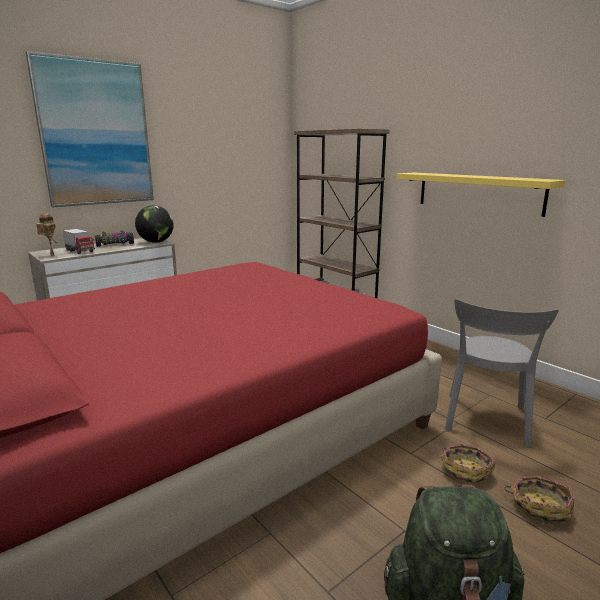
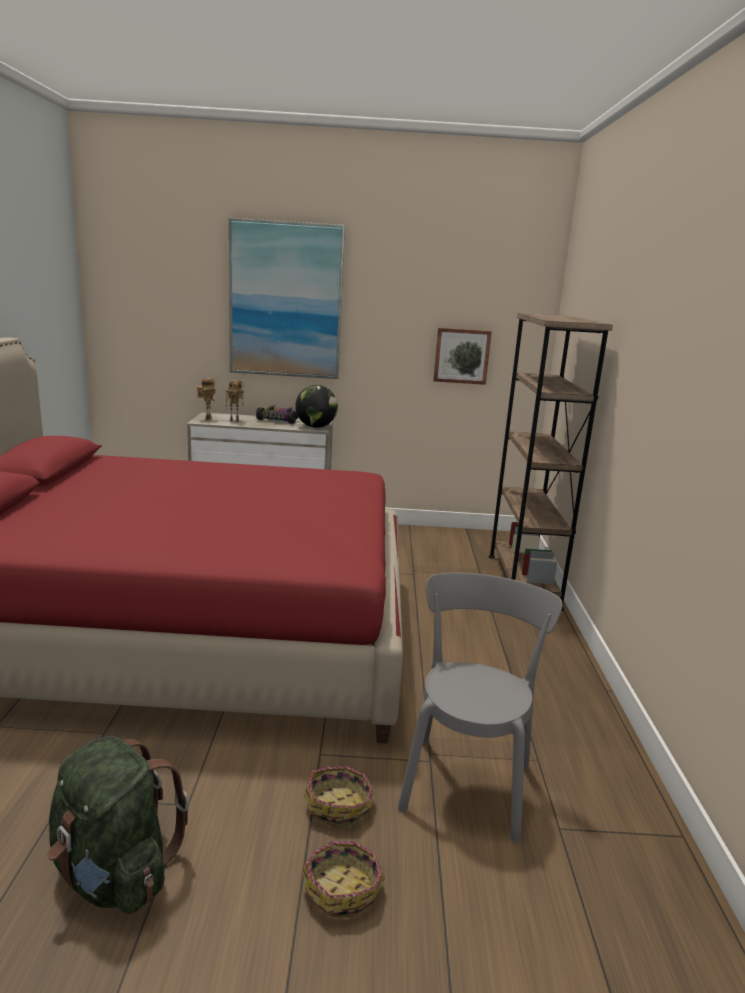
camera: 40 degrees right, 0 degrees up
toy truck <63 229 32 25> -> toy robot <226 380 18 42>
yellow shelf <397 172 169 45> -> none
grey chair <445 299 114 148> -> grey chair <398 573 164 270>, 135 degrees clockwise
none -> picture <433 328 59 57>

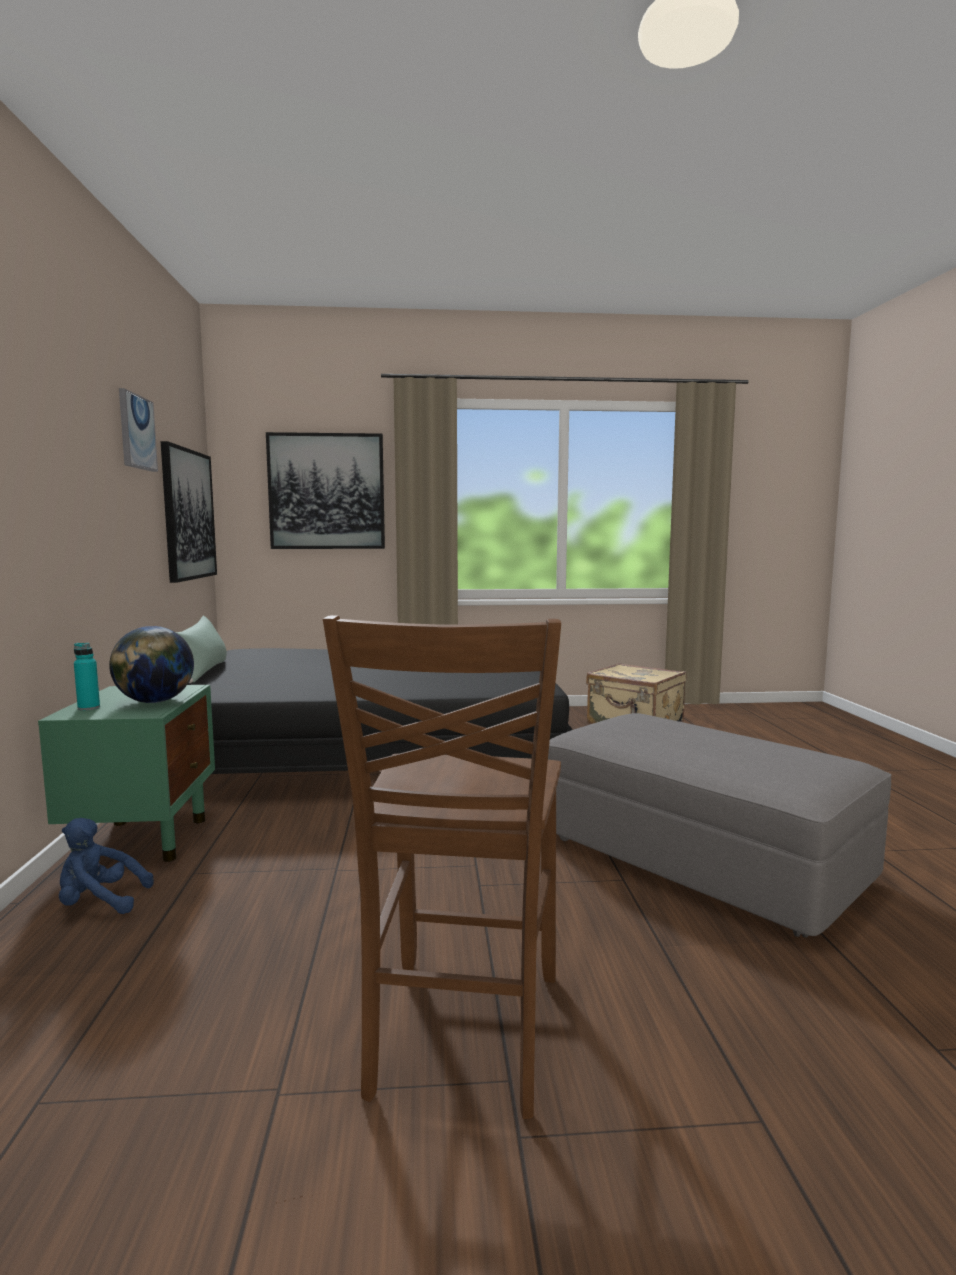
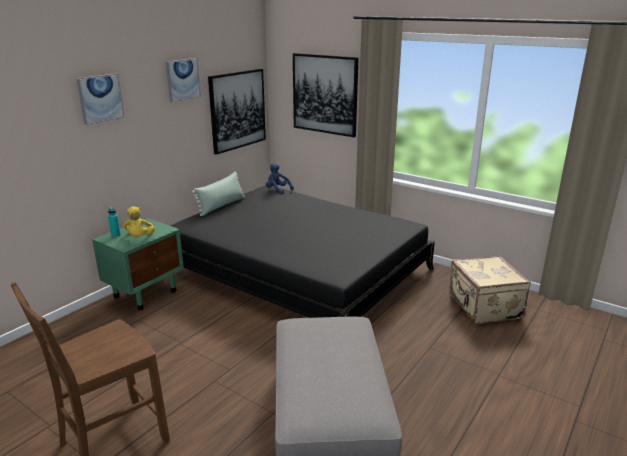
camera: 40 degrees right, 15 degrees up
blue plush toy <59 818 95 96> -> blue plush toy <266 163 28 31>, shifted
globe <109 626 85 77> -> yellow plush toy <123 207 32 30>
none -> picture <76 73 48 52>

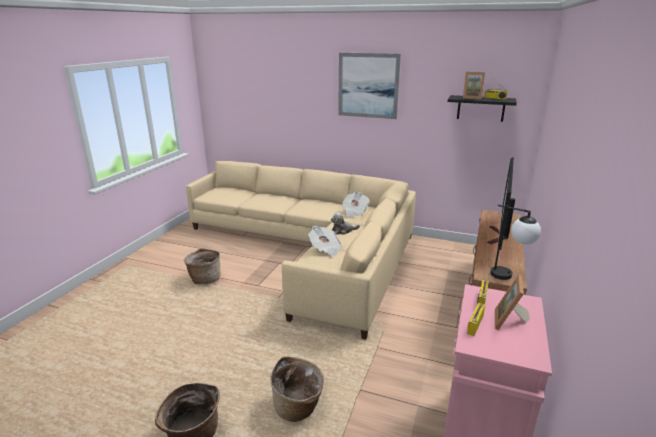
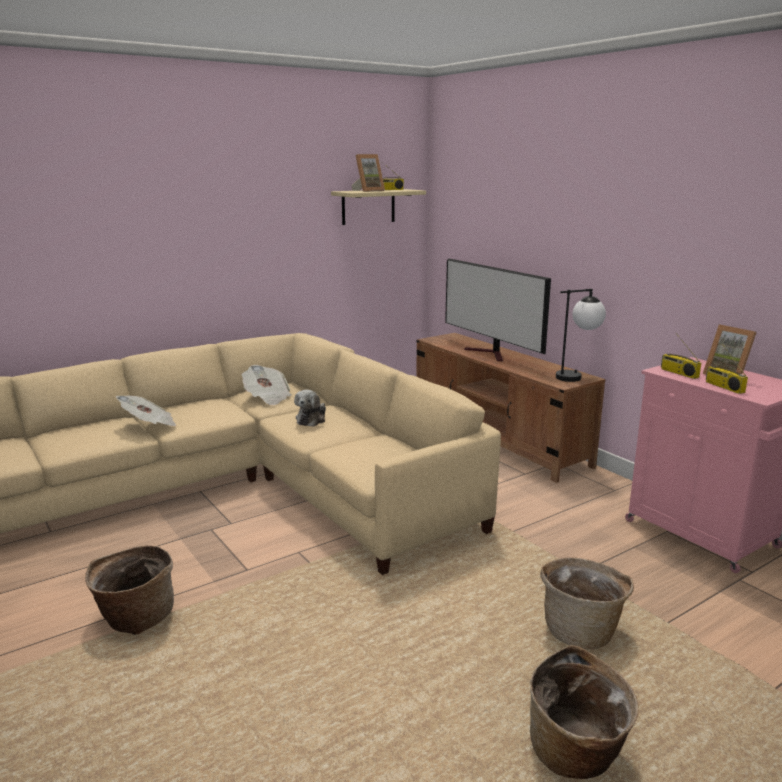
camera: 55 degrees left, 5 degrees down
newspaper <308 226 35 31> -> newspaper <116 395 60 31>, shifted
picture <338 53 63 66> -> none
black shelf <447 95 70 27> -> beige shelf <331 189 95 36>

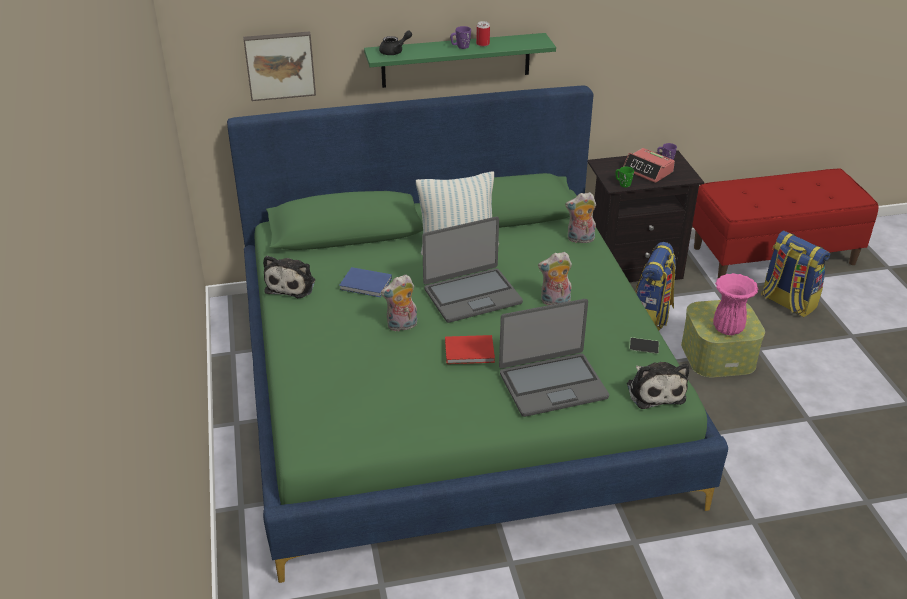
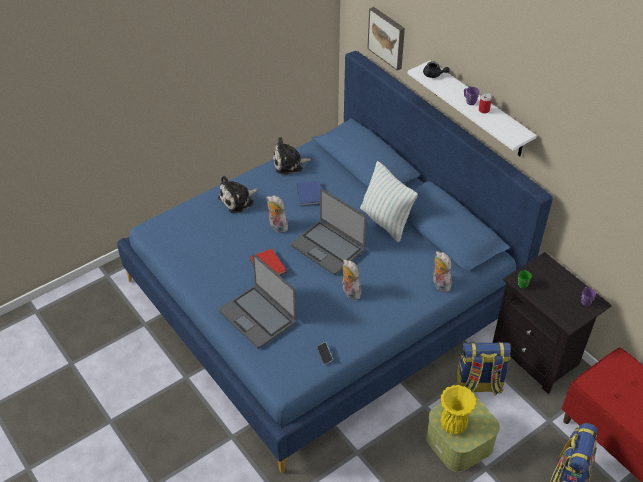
camera: 65 degrees right, 10 degrees up
green bed <227 85 501 498> -> blue bed <117 51 436 422>
green shelf <364 33 192 55> -> white shelf <408 61 129 95>
alarm clock <623 148 52 35> -> none
plush toy <627 362 62 47> -> plush toy <218 176 40 37>, shifted
pink vase <713 273 46 62> -> yellow vase <440 385 37 50>

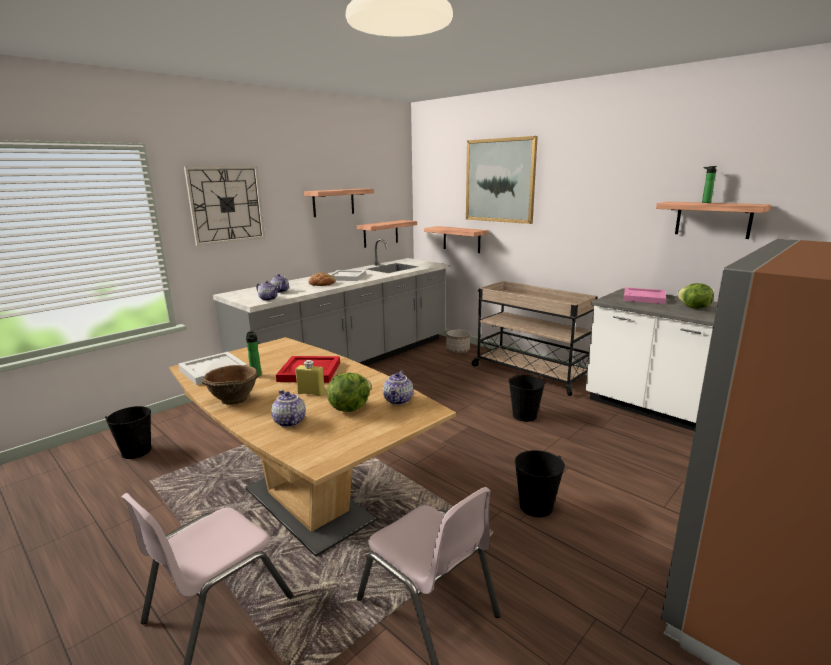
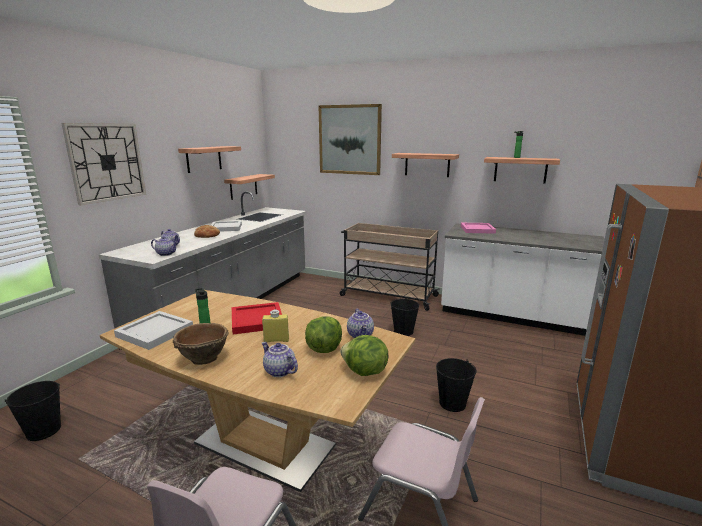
camera: 20 degrees left, 0 degrees up
shelf <424 226 64 27> -> shelf <392 153 67 24>, shifted
planter <446 329 24 25> -> none
lettuce <677 283 37 26> -> lettuce <340 335 48 41>, shifted

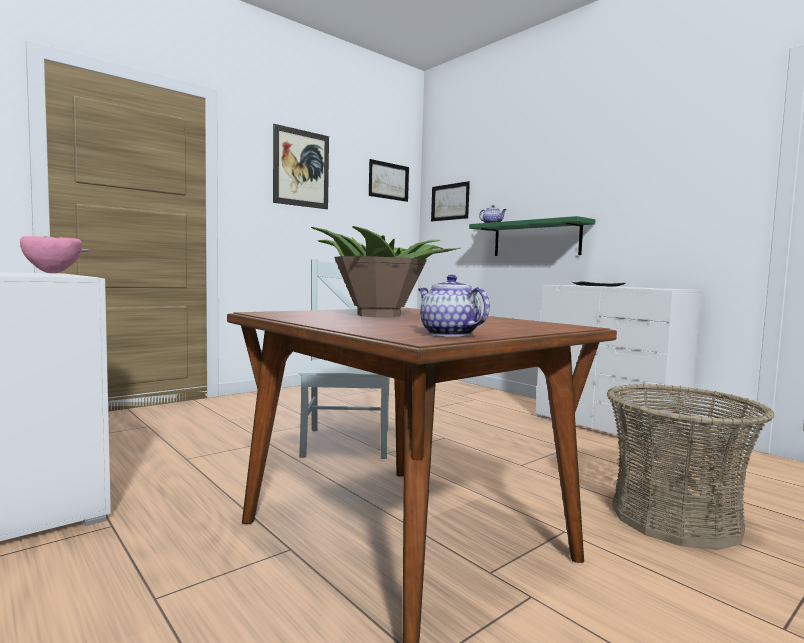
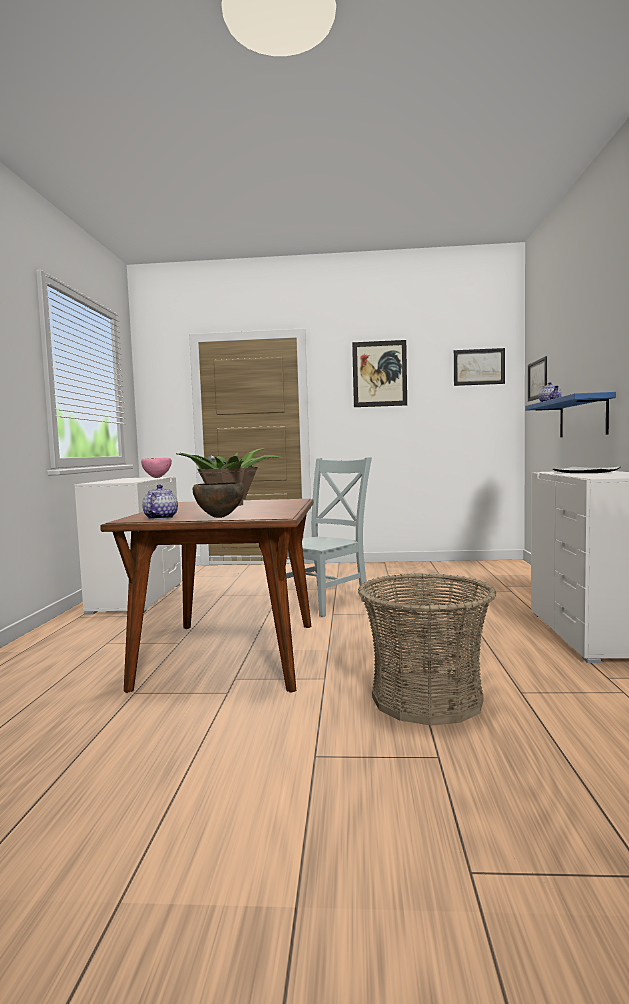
camera: 45 degrees right, 0 degrees up
green shelf <469 216 126 40> -> blue shelf <525 392 91 45>
none -> brown bowl <193 482 51 36>

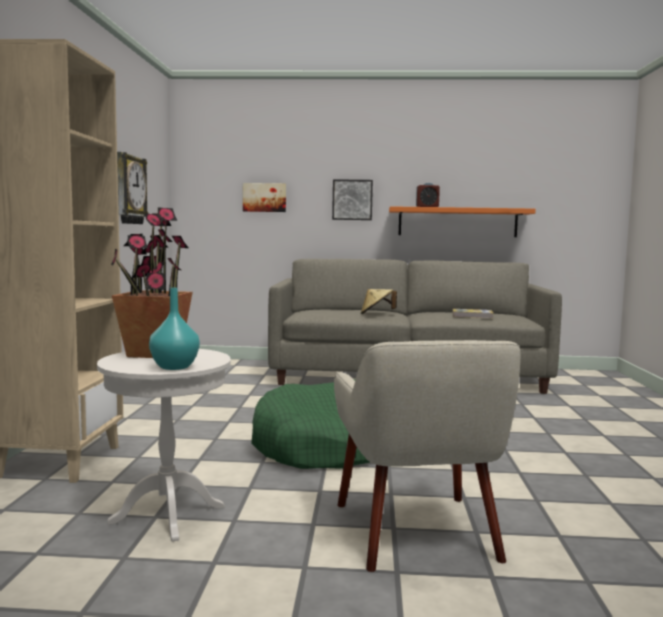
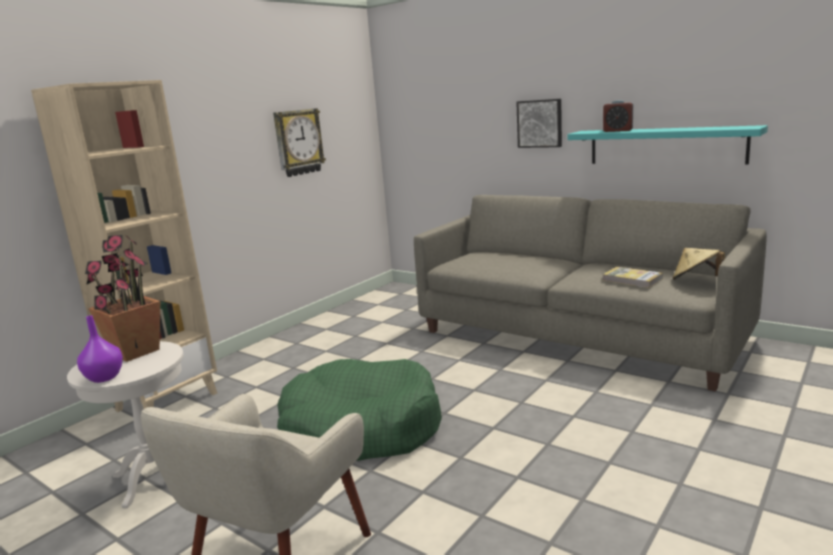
camera: 35 degrees right, 10 degrees up
turquoise vase <149 288 51 82> -> purple vase <77 315 46 68>
picture <243 183 43 29> -> none
beige hat <361 289 36 25> -> beige hat <672 248 53 32>, shifted
orange shelf <389 206 147 31> -> turquoise shelf <567 125 201 39>

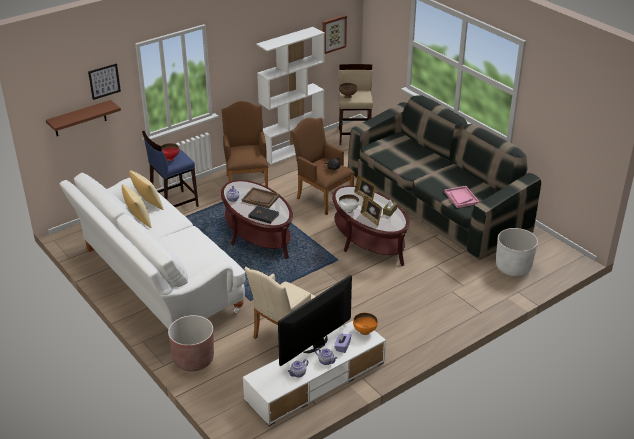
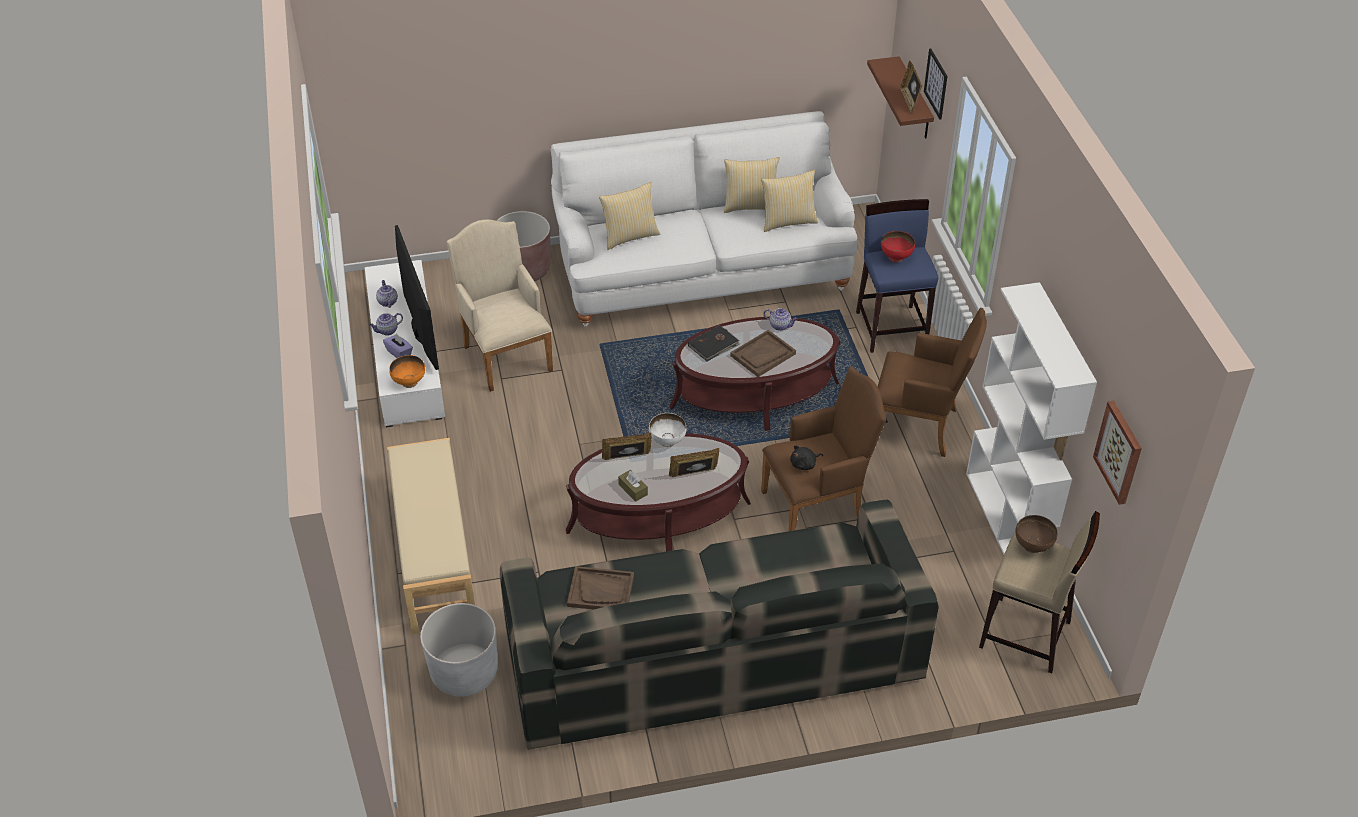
camera: 115 degrees right, 10 degrees up
pink tray <444 186 35 22> -> brown tray <567 566 67 43>
none -> beige bench <387 438 88 196>
none -> pillow <599 182 61 68>
none -> picture frame <900 61 22 52>

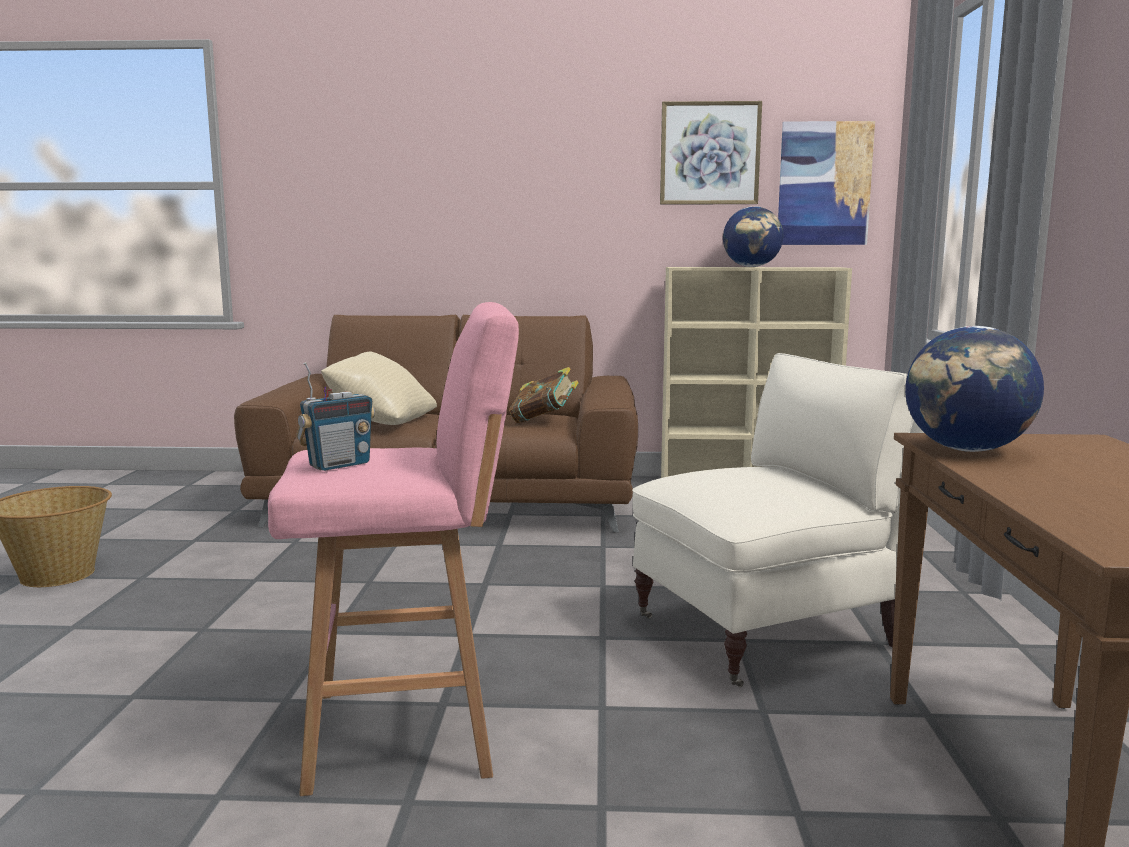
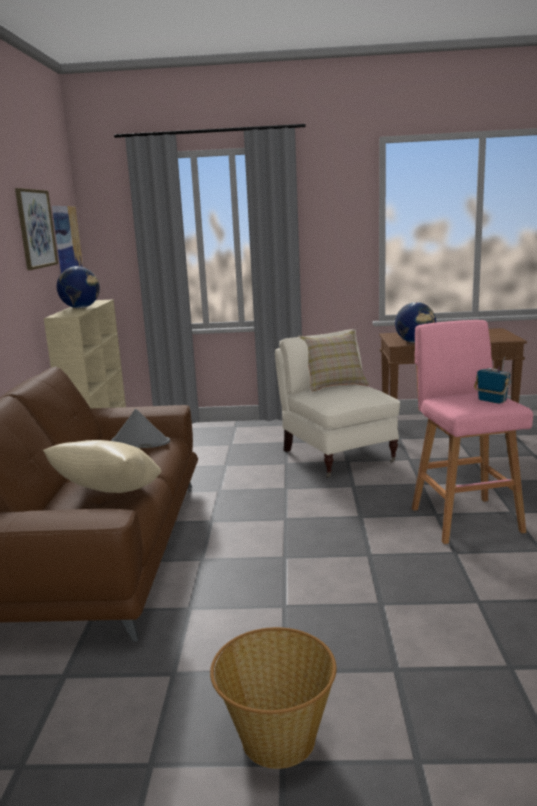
camera: 90 degrees left, 5 degrees up
book <509 367 70 56> -> grey hat <111 409 59 39>
none -> beige pillow <297 330 73 62>

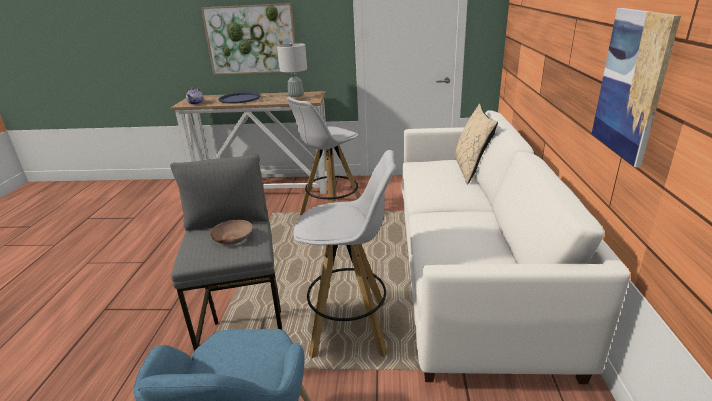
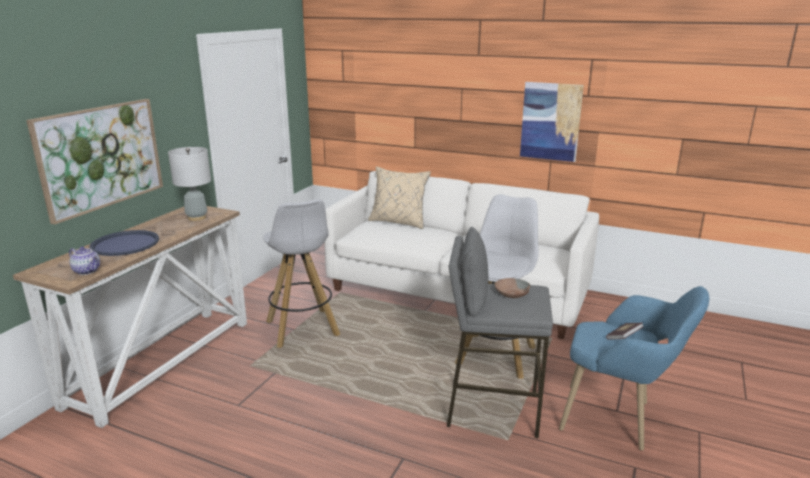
camera: 70 degrees left, 5 degrees down
none -> book <606 323 38 17>

